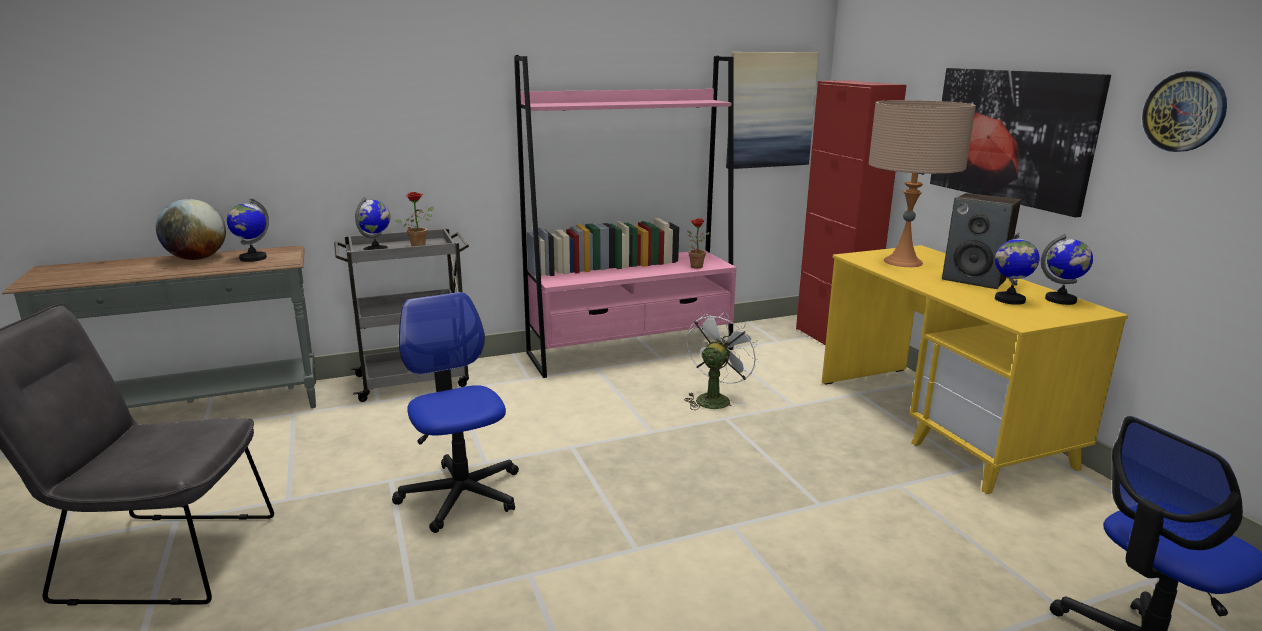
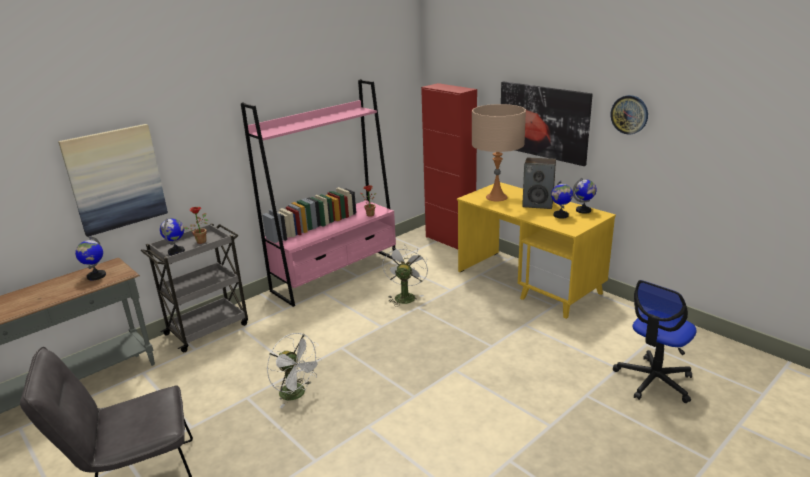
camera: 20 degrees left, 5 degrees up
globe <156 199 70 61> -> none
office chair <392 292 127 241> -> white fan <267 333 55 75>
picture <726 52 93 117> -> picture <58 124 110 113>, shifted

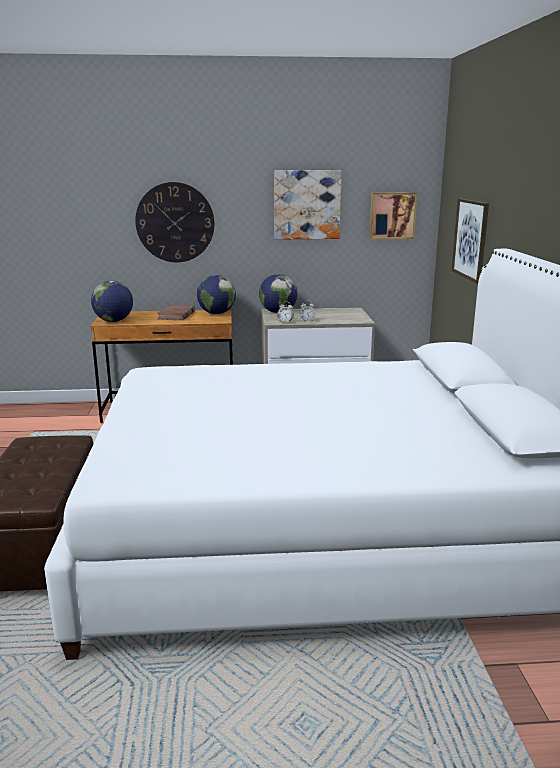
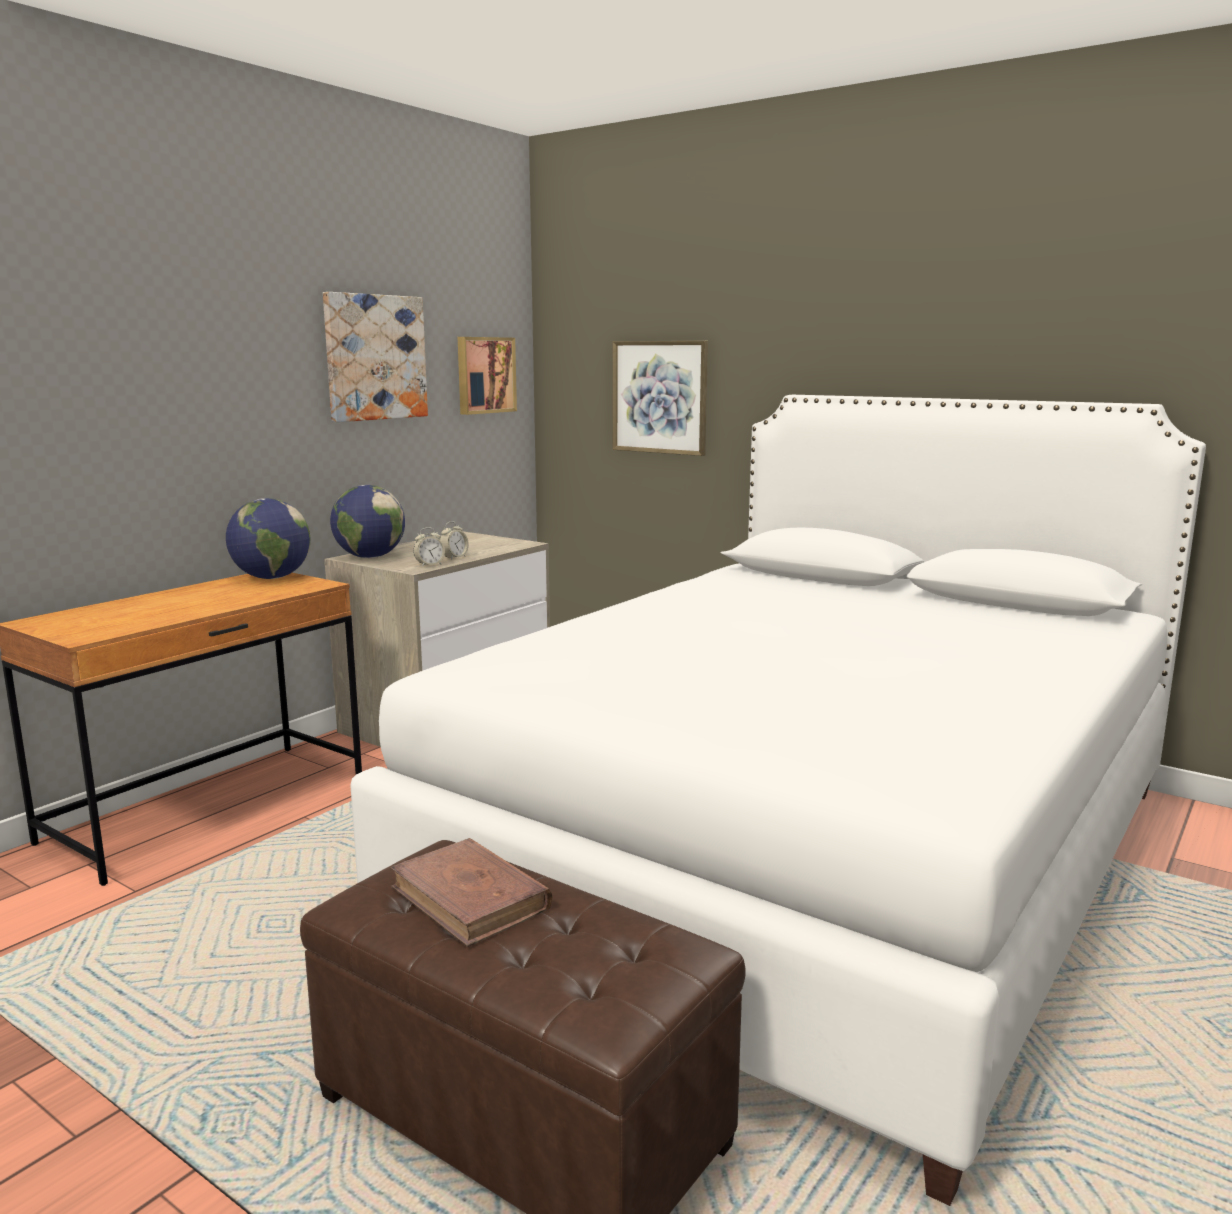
camera: 50 degrees left, 5 degrees down
globe <91 281 42 41> -> none
wall clock <135 182 79 80> -> none
brown book <157 305 38 15> -> brown book <390 838 162 109>, shifted

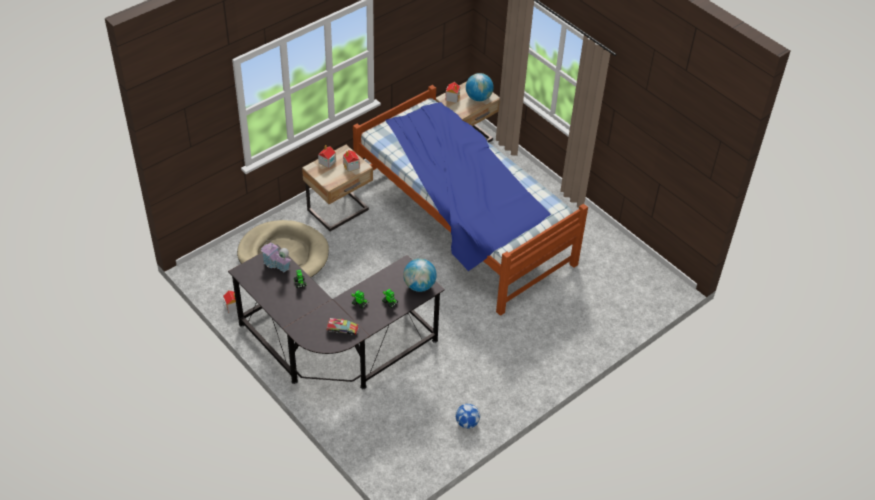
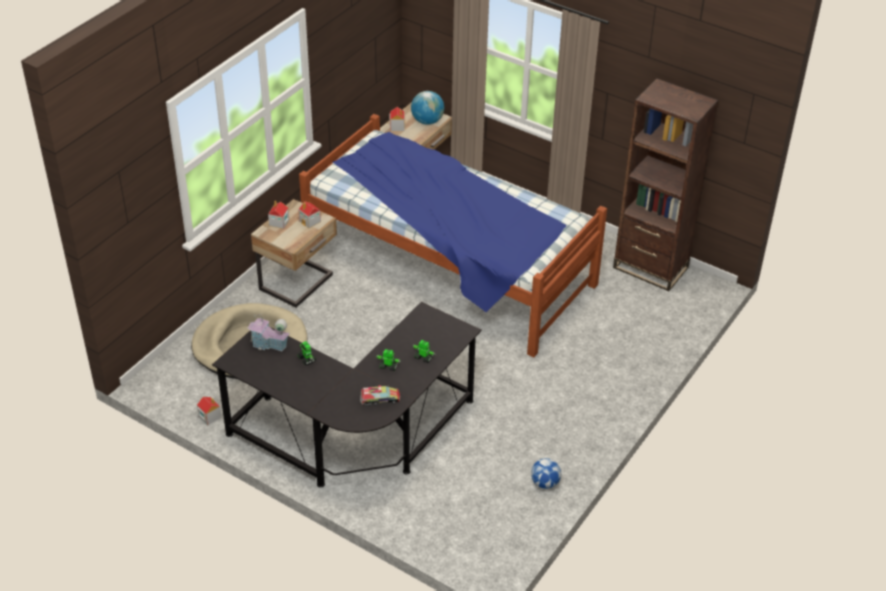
camera: 15 degrees left, 5 degrees down
globe <403 258 34 34> -> none
none -> brown bookcase <613 78 105 213>

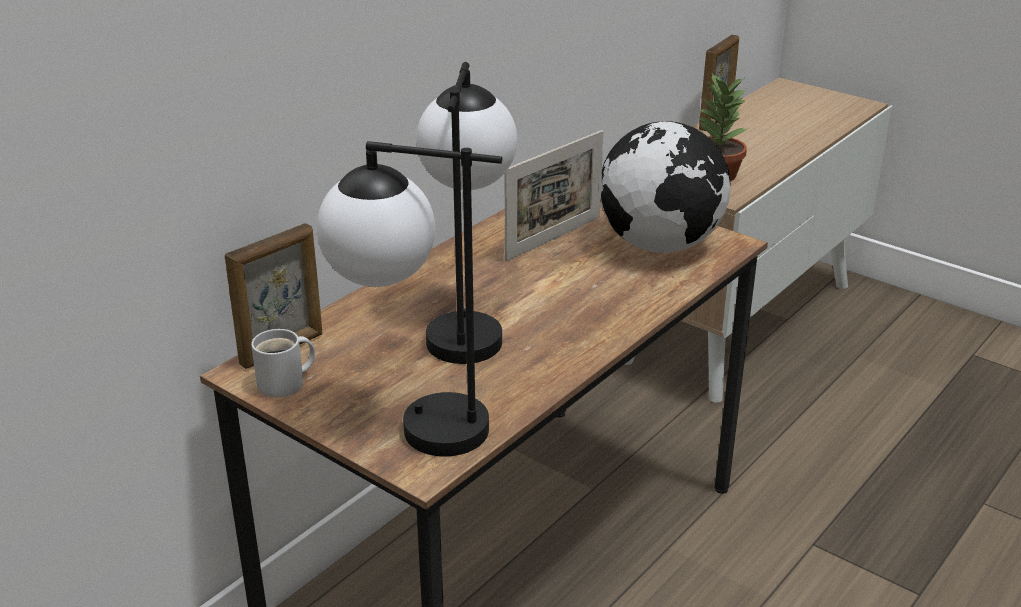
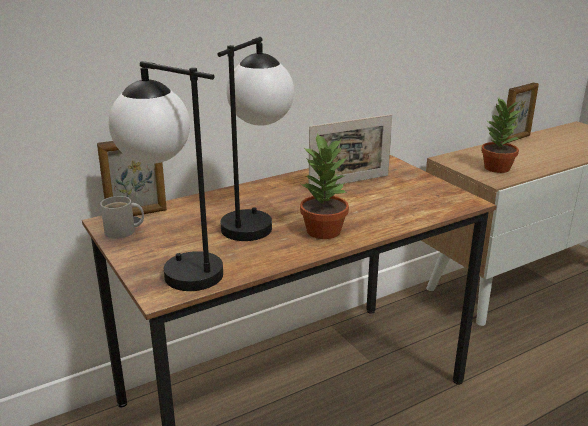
camera: 20 degrees right, 5 degrees down
globe <599 121 132 132> -> none
none -> potted plant <300 133 49 106>

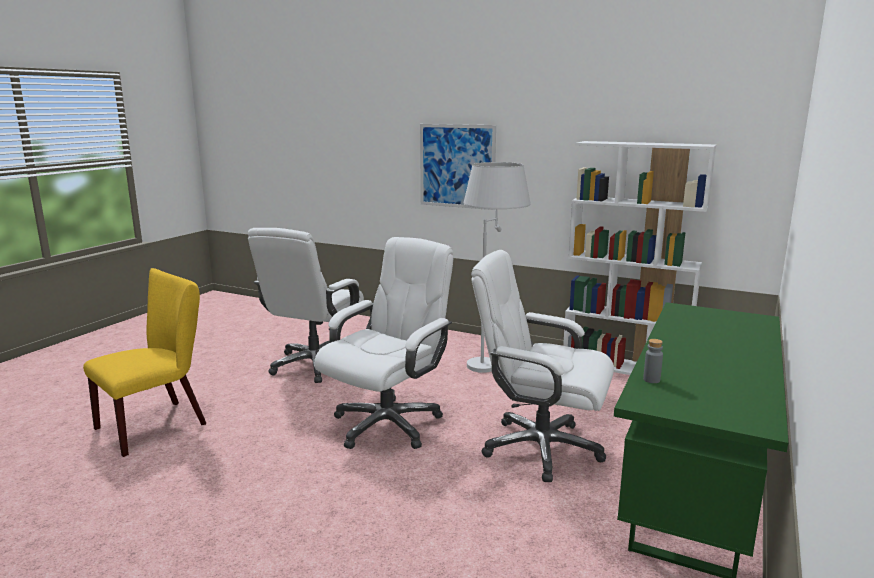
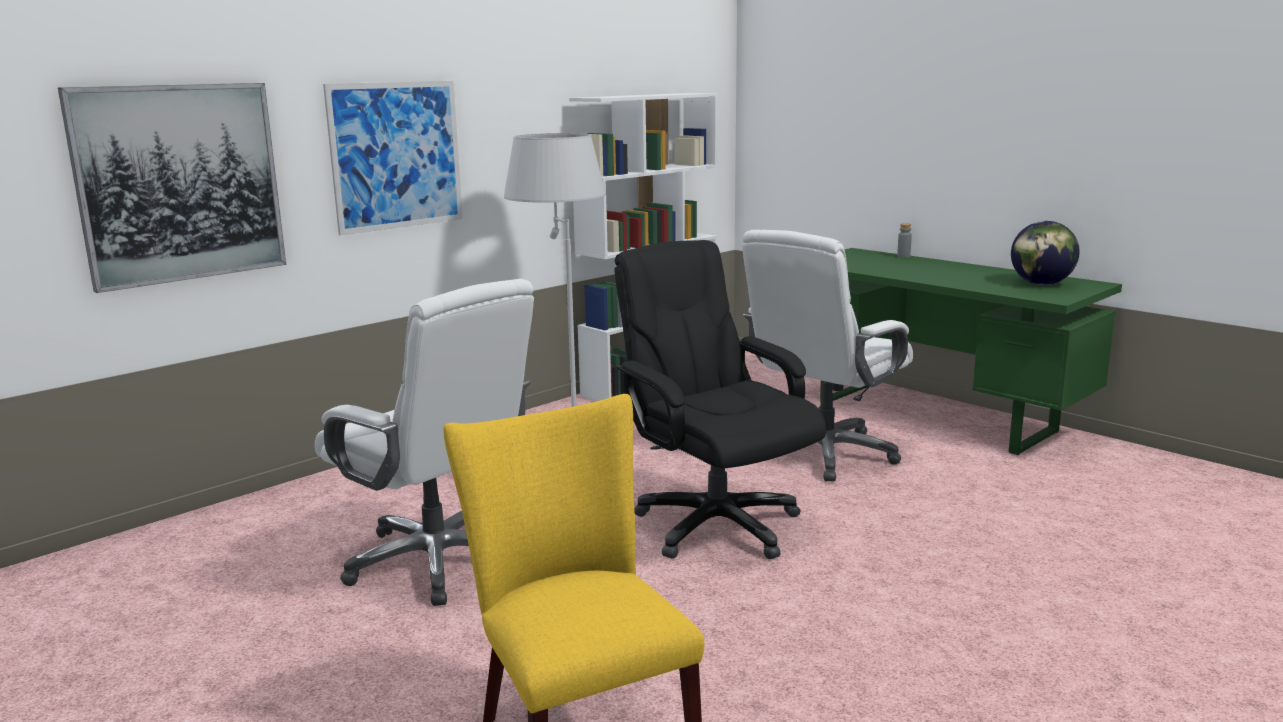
camera: 70 degrees left, 0 degrees up
white office chair <314 237 140 212> -> black office chair <614 240 212 319>
grey bottle <643 339 20 44> -> grey bottle <897 223 15 35>, shifted
none -> picture <58 83 228 210>
none -> globe <1011 221 69 64>

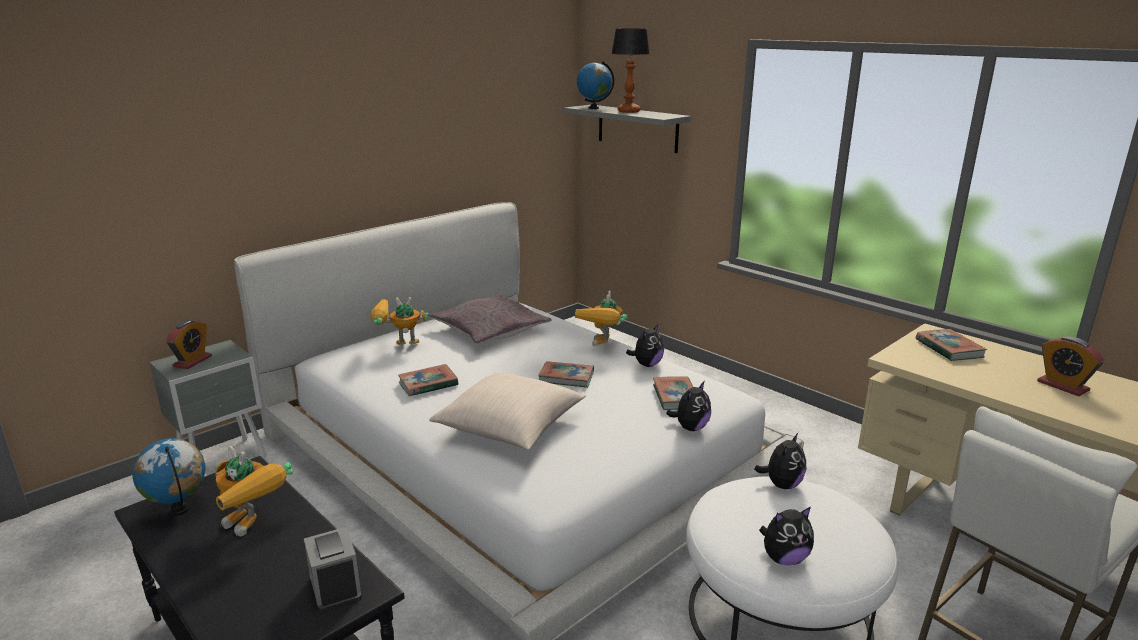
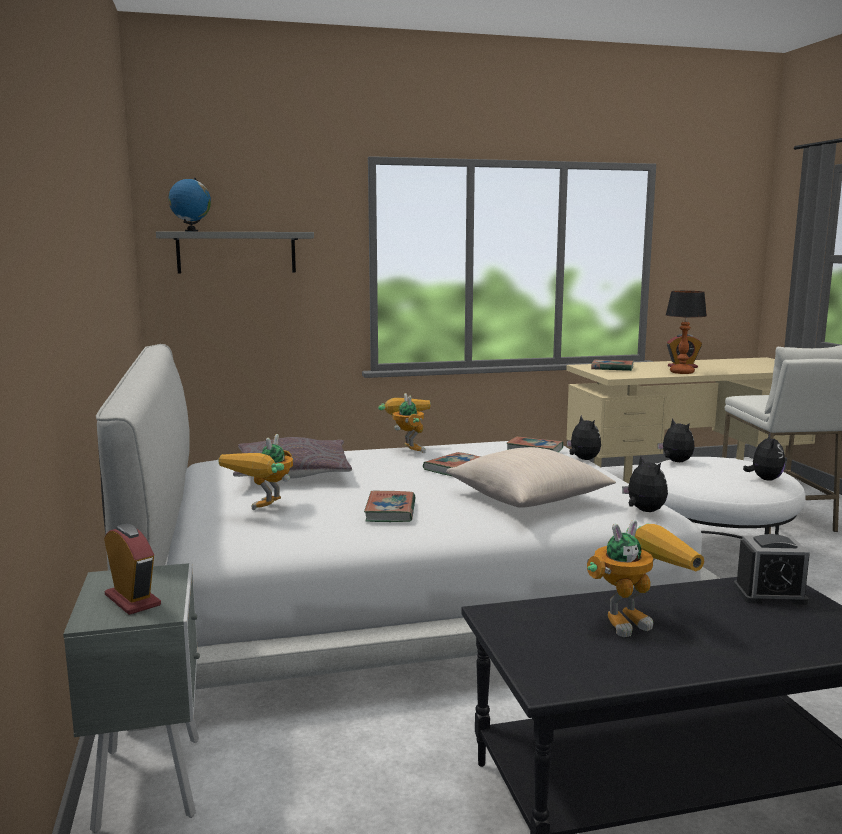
camera: 60 degrees left, 10 degrees down
globe <132 438 73 78> -> none
toy robot <575 291 52 56> -> toy robot <378 393 52 60>, 150 degrees counterclockwise
table lamp <611 29 39 84> -> table lamp <666 291 41 83>, shifted
plush toy <626 324 38 43> -> plush toy <622 456 46 56>, shifted

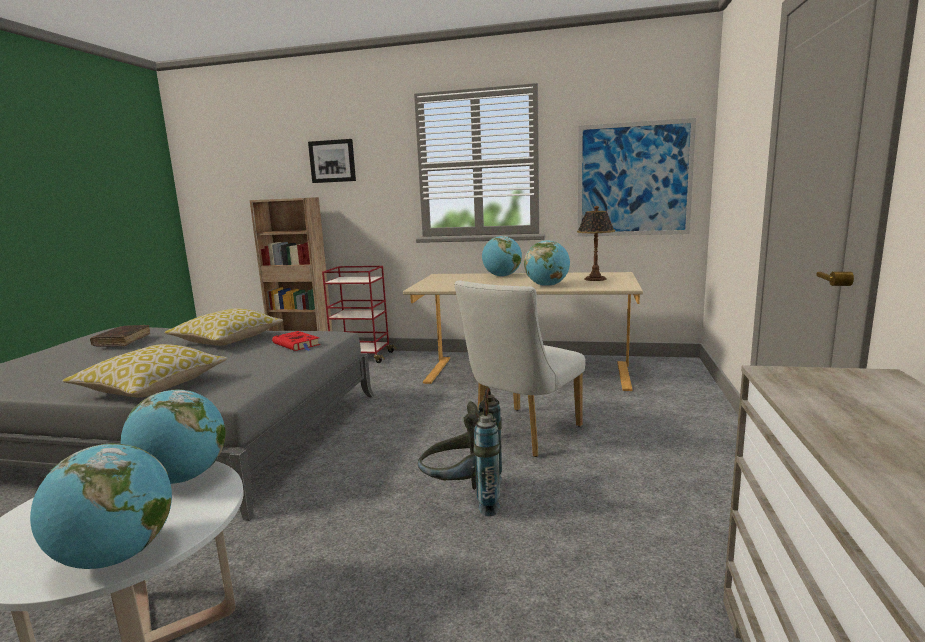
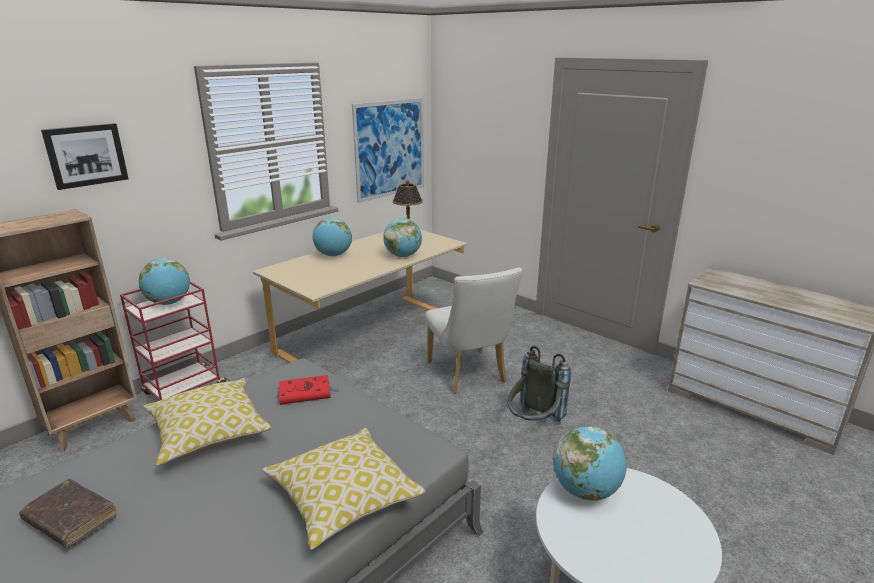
camera: 60 degrees left, 10 degrees up
globe <30 443 142 126> -> globe <139 258 51 47>, shifted

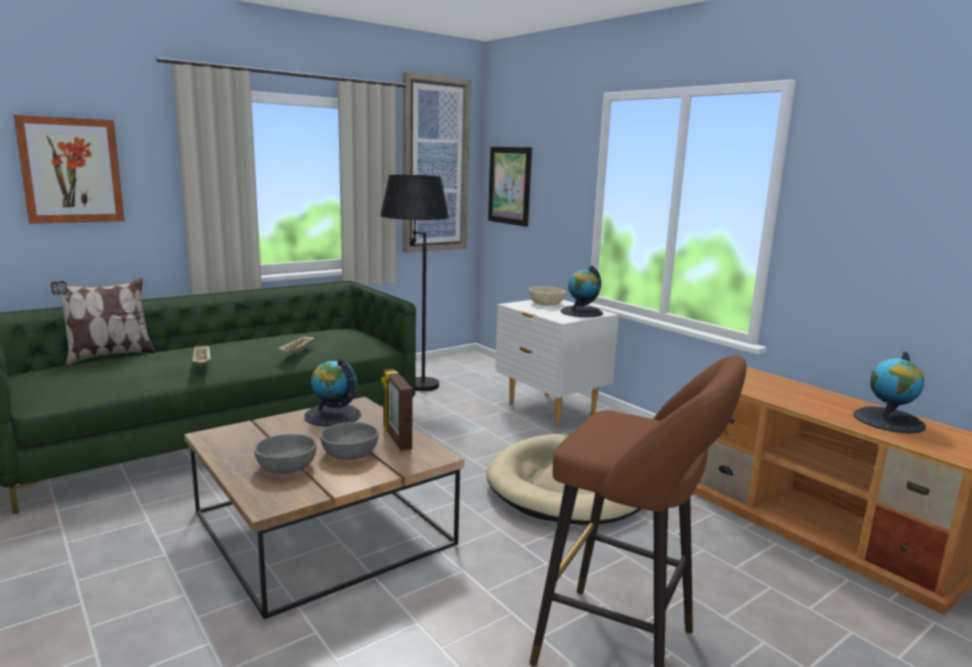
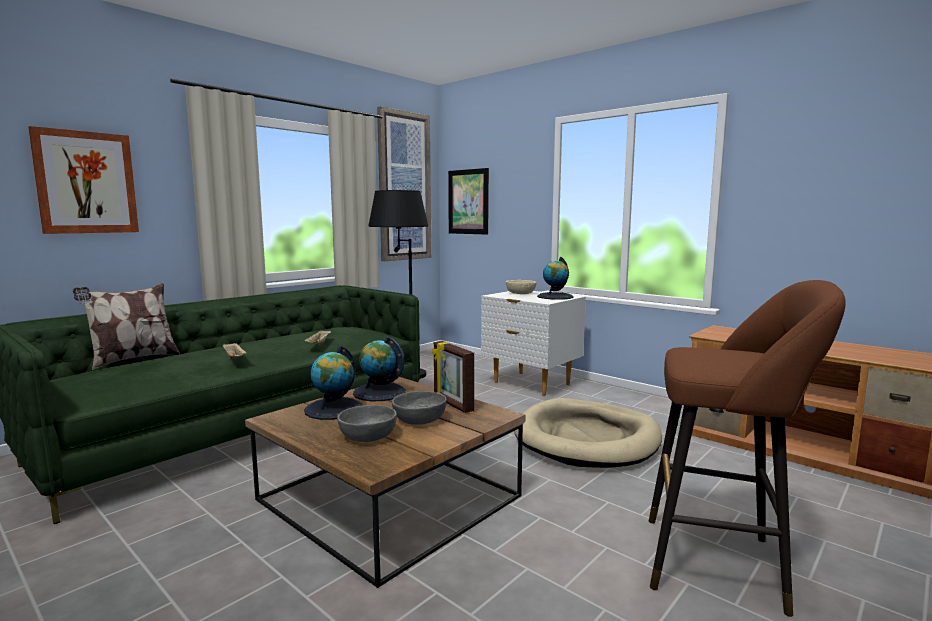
camera: 10 degrees left, 5 degrees down
globe <853 352 73 81> -> globe <304 345 58 75>, shifted

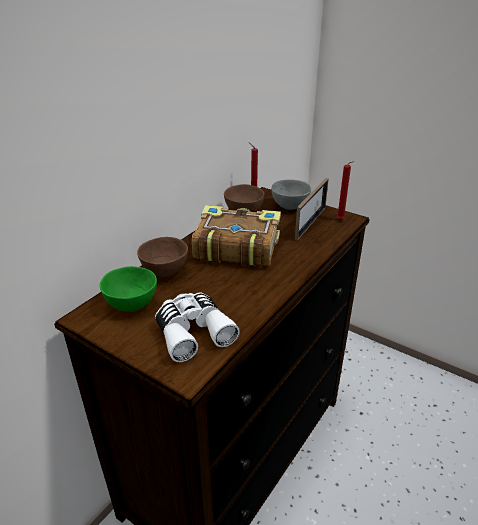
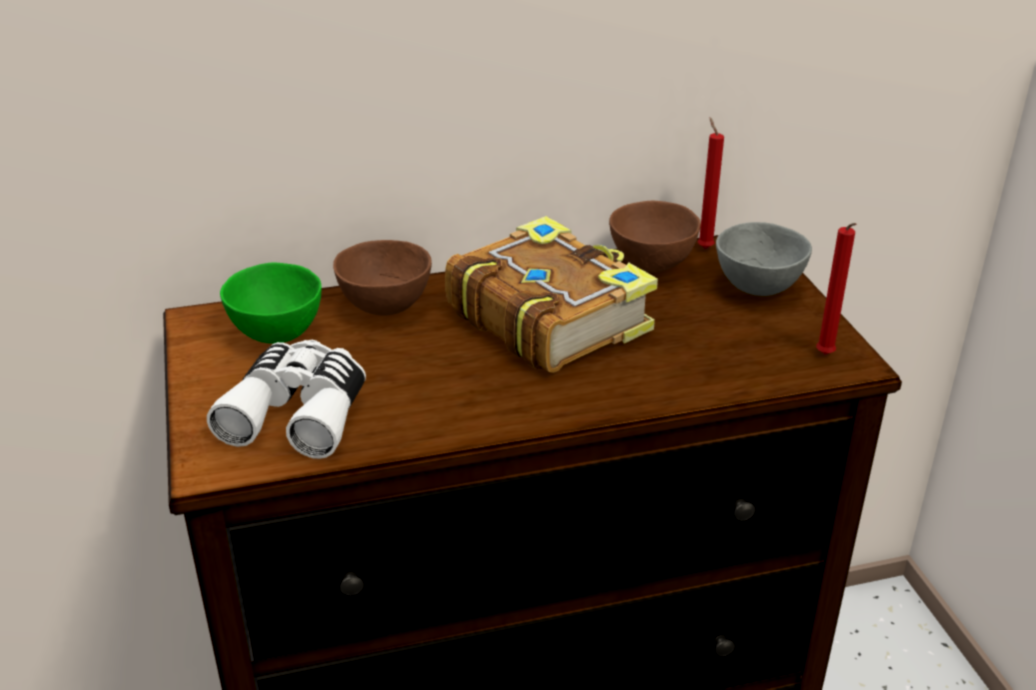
camera: 40 degrees right, 0 degrees up
picture frame <295 178 33 63> -> none

